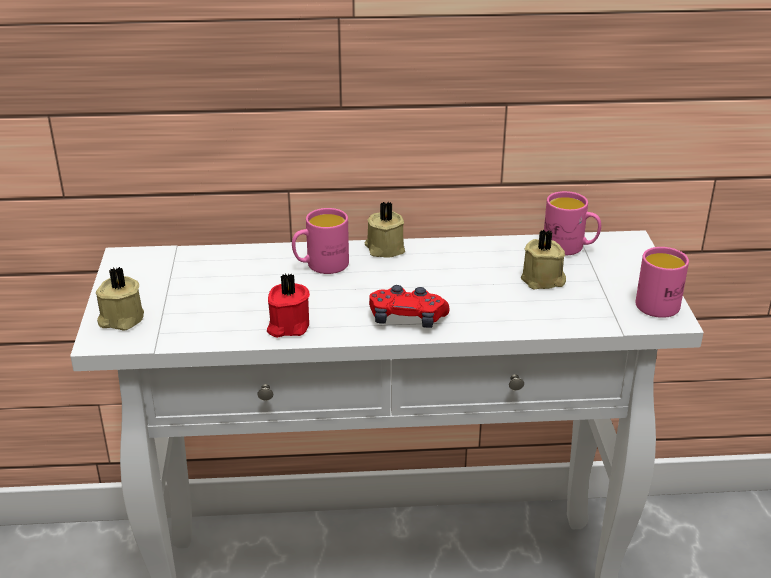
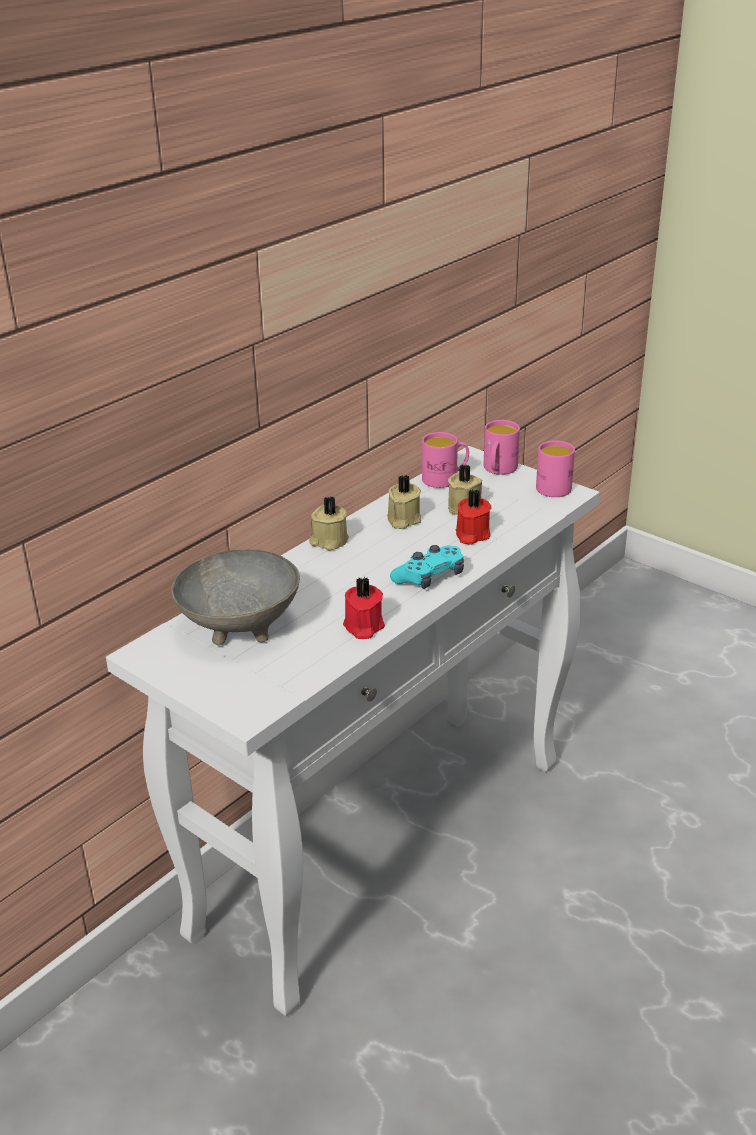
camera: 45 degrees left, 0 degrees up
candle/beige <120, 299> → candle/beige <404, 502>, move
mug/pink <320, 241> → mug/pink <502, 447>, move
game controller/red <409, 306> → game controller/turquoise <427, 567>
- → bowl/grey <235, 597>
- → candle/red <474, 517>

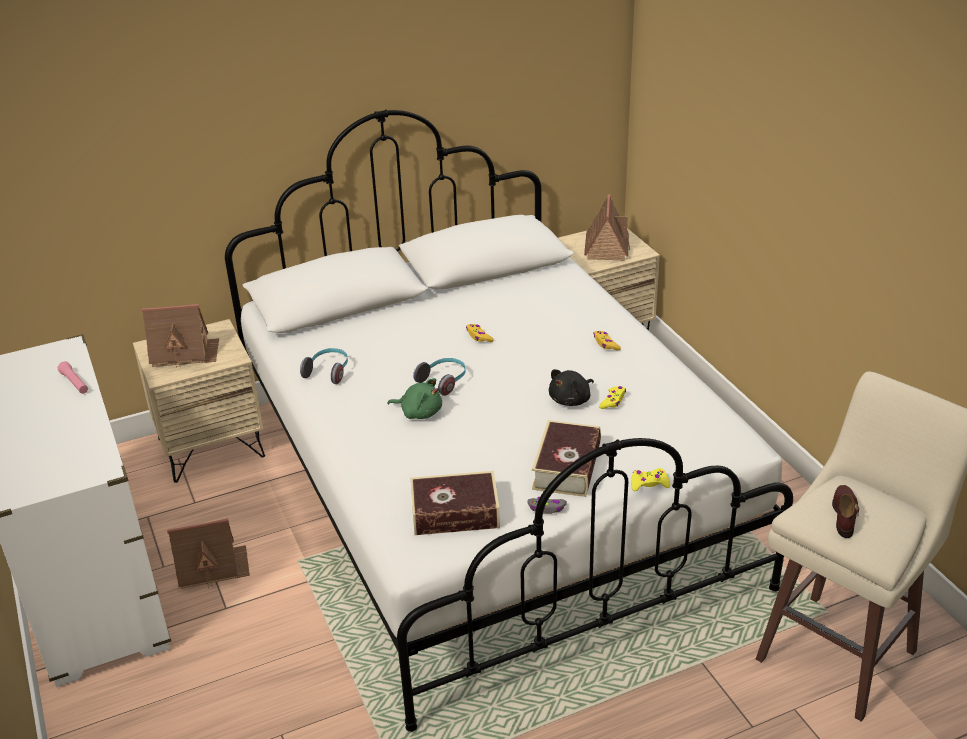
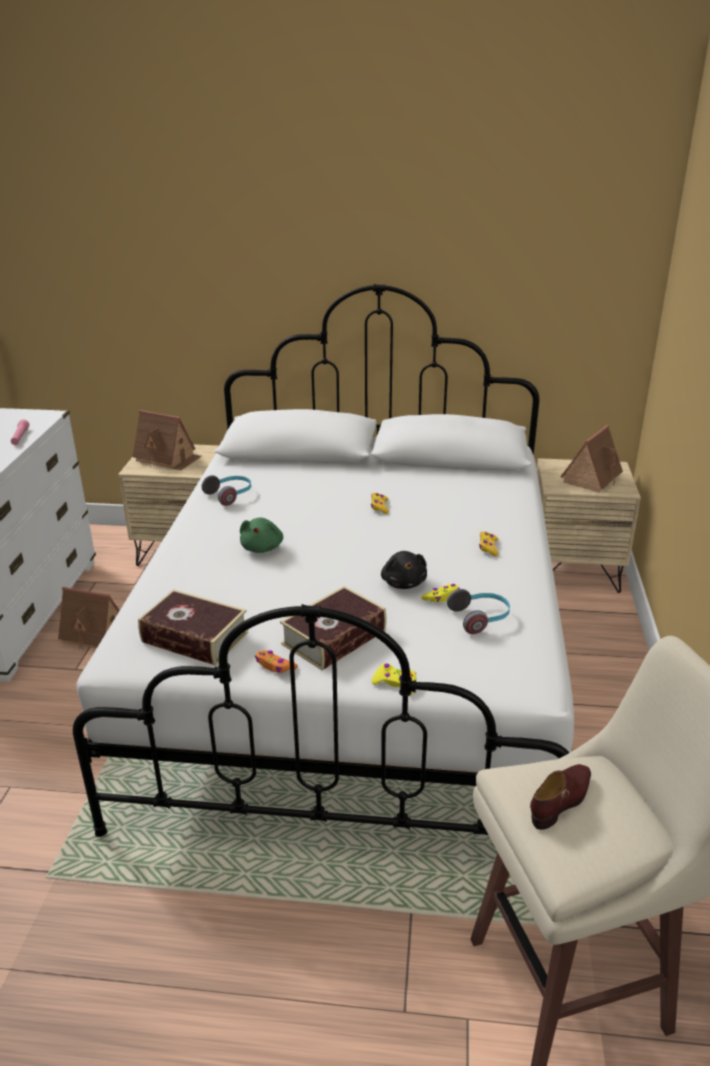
camera: 30 degrees right, 5 degrees down
plush toy/green <415, 398> → plush toy/green <261, 535>, 45 degrees clockwise
headphones <439, 377> → headphones <478, 611>, move
game controller/grey <547, 505> → game controller/orange <276, 661>
plush toy/black <571, 387> → plush toy/black <404, 570>, 90 degrees counterclockwise

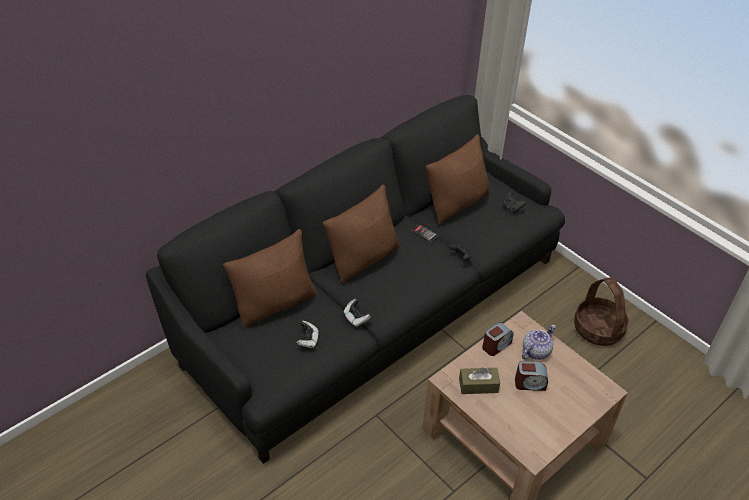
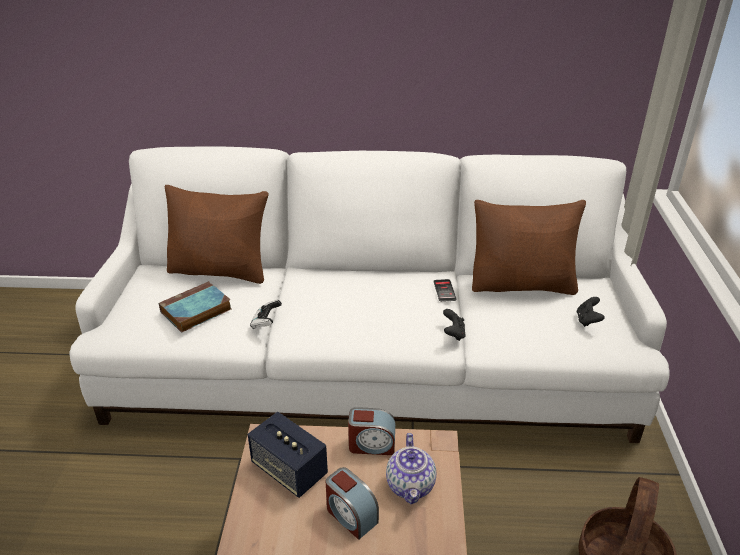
camera: 45 degrees right, 10 degrees down
sofa/black <355, 279> → sofa/white <369, 295>
game controller <307, 334> → book <195, 307>
pillow/brown <361, 234> → -
tissue box/brown <479, 380> → speaker <288, 455>
teapot <539, 342> → teapot <411, 468>, 90 degrees clockwise

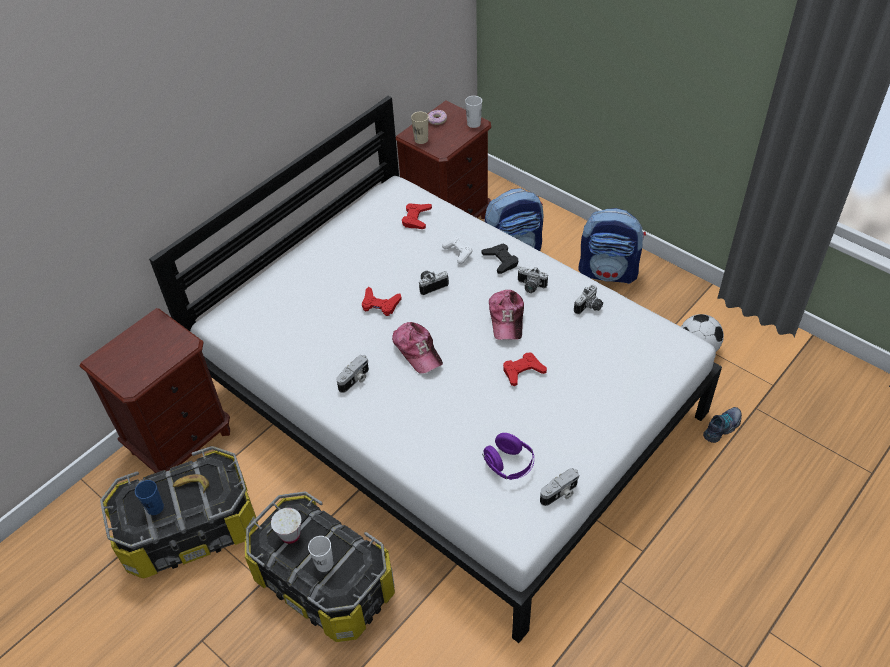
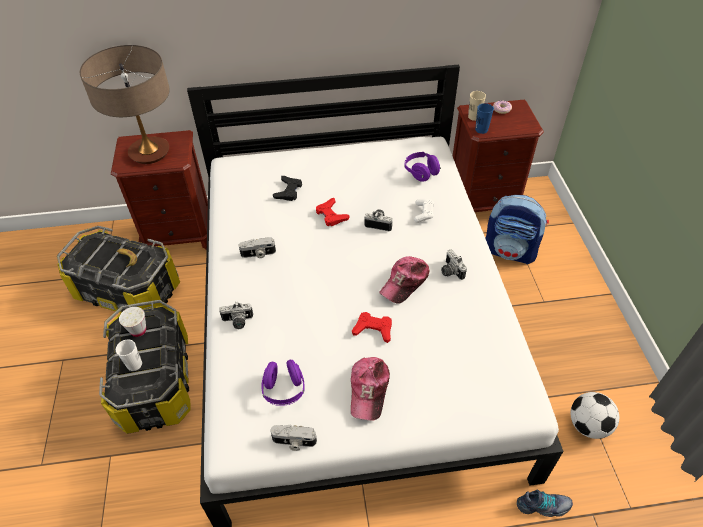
camera: 40 degrees right, 0 degrees up
cup/blue <149, 497> → cup/blue <484, 118>, move
cap <417, 348> → cap <370, 388>, move
game controller/red <417, 216> → headphones/purple <422, 167>
cup/white <473, 112> → -
game controller/black <499, 259> → game controller/black <287, 188>, move
photo camera <588, 299> → photo camera <236, 315>, move
backpack <612, 246> → -
- → table lamp <125, 104>

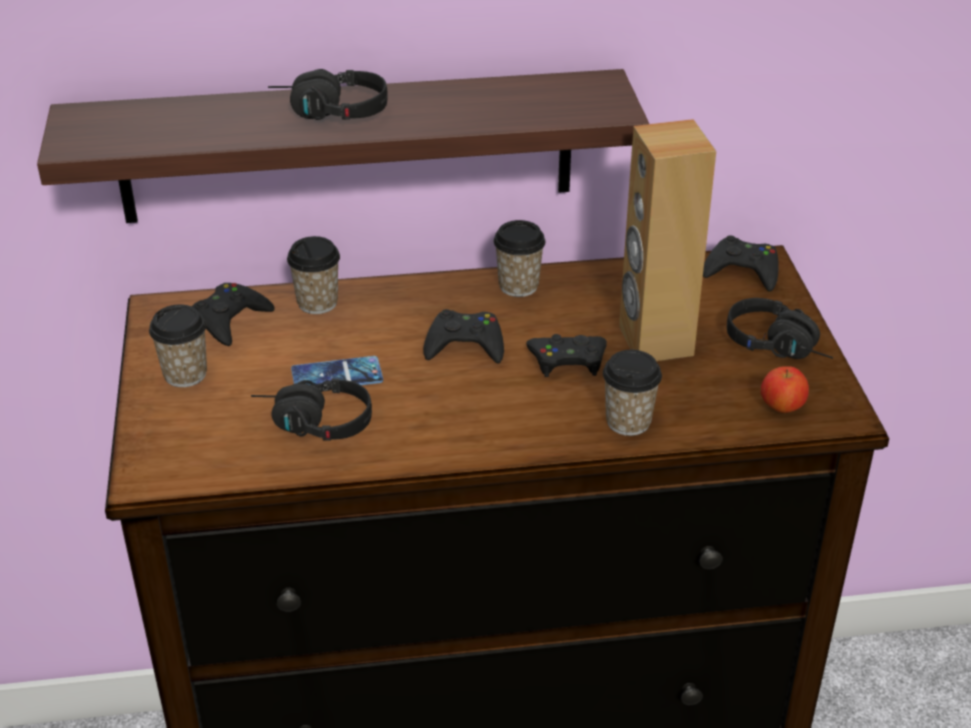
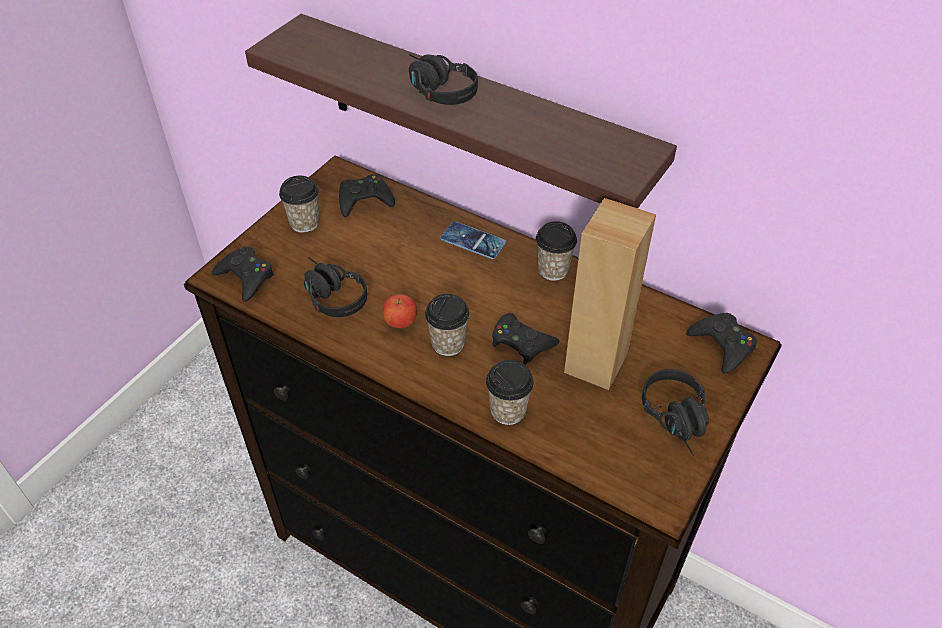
camera: 40 degrees right, 10 degrees up
cup <313, 275> → cup <447, 325>, move
phone <337, 370> → phone <473, 240>, move
game controller/black <463, 336> → game controller/black <243, 274>, move
apple <785, 389> → apple <400, 311>, move

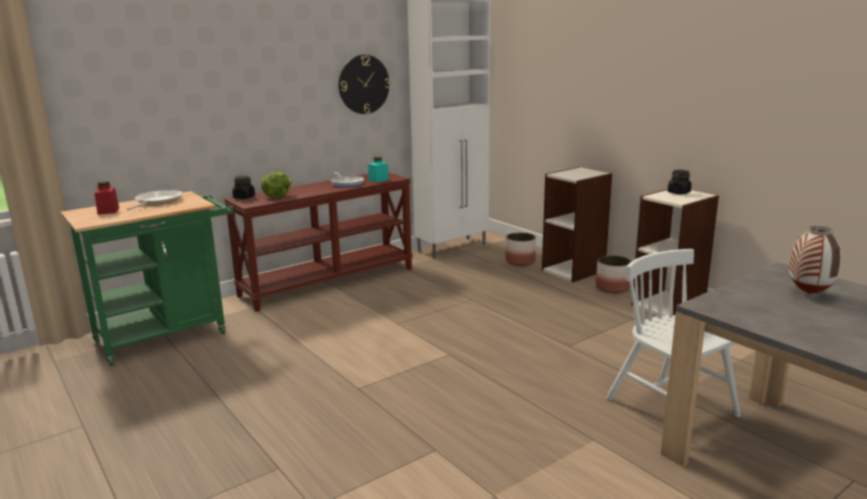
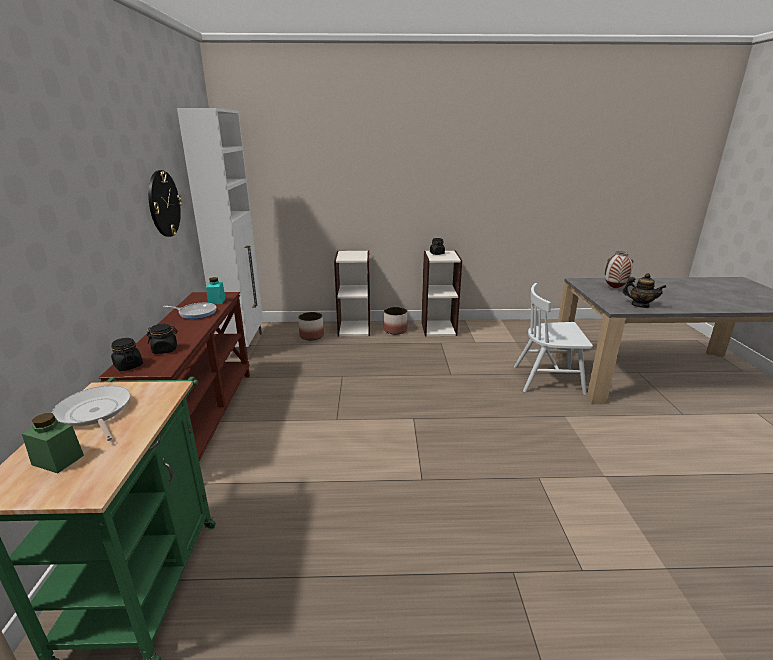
camera: 55 degrees left, 5 degrees up
jar/red <107, 198> → jar/green <53, 443>
lettuce <276, 184> → jar/black <162, 339>
- → teapot <644, 290>

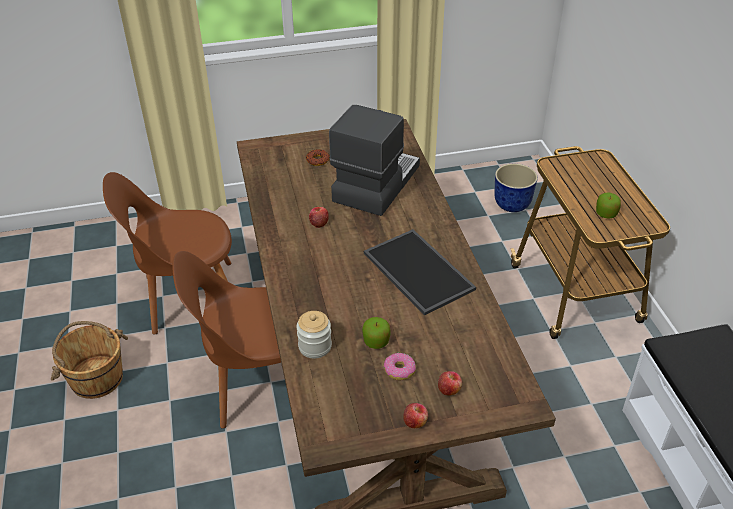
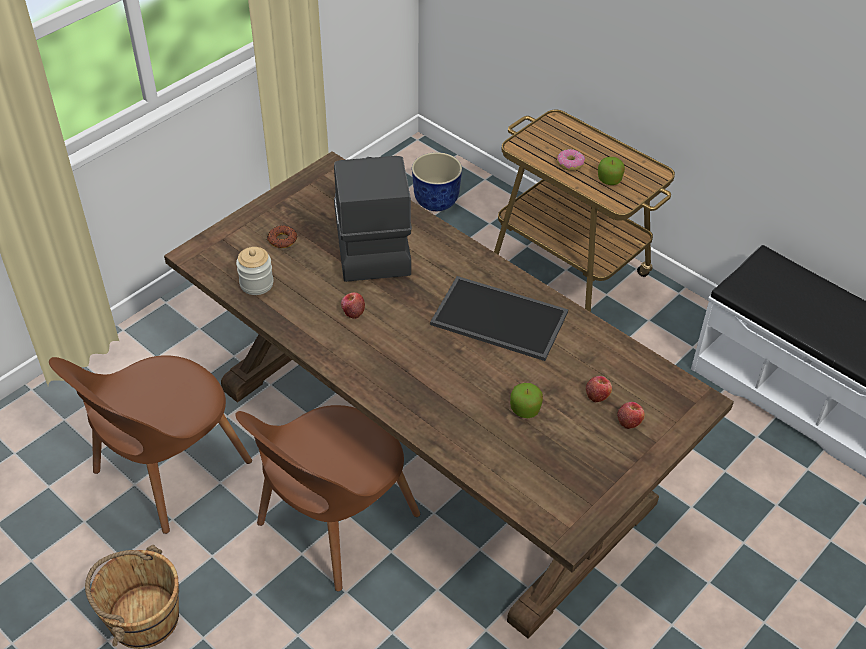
camera: 35 degrees left, 5 degrees up
jar <314, 335> → jar <255, 271>, move
donut <399, 366> → donut <571, 160>, move
apple <415, 415> → apple <599, 389>, move

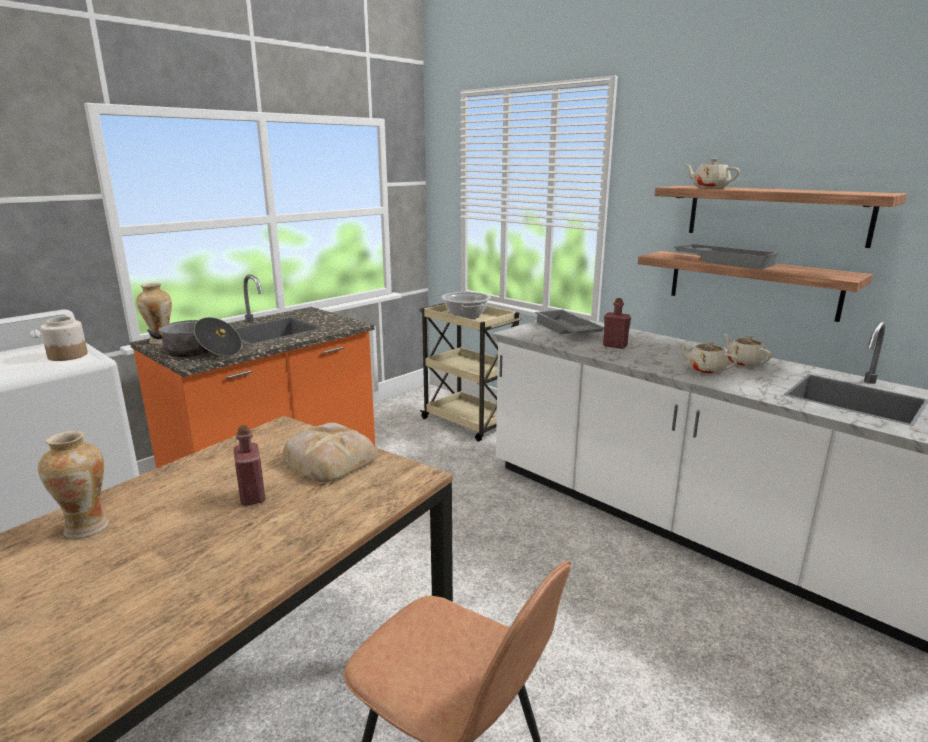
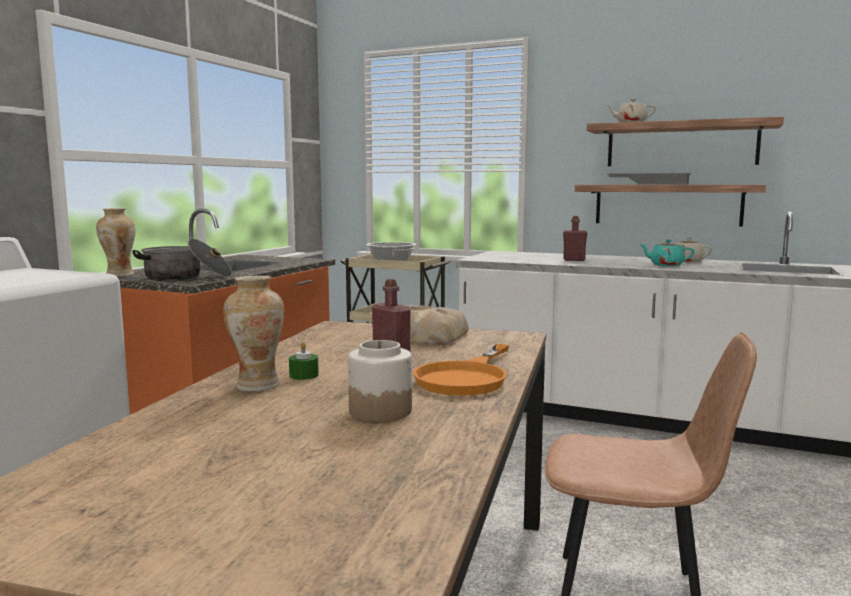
camera: 20 degrees left, 10 degrees down
jar <64, 339> → jar <380, 381>, move
tray/grey <569, 321> → -
teapot/beige <708, 357> → teapot/turquoise <666, 252>
- → candle/green <304, 361>
- → frying pan/orange <461, 370>

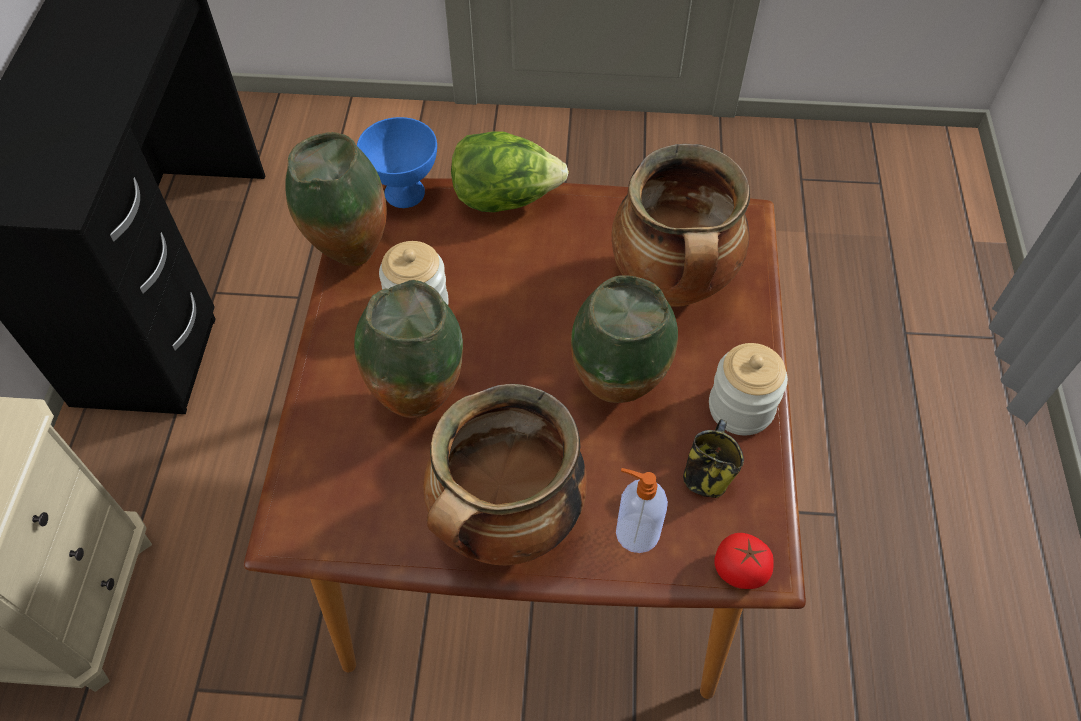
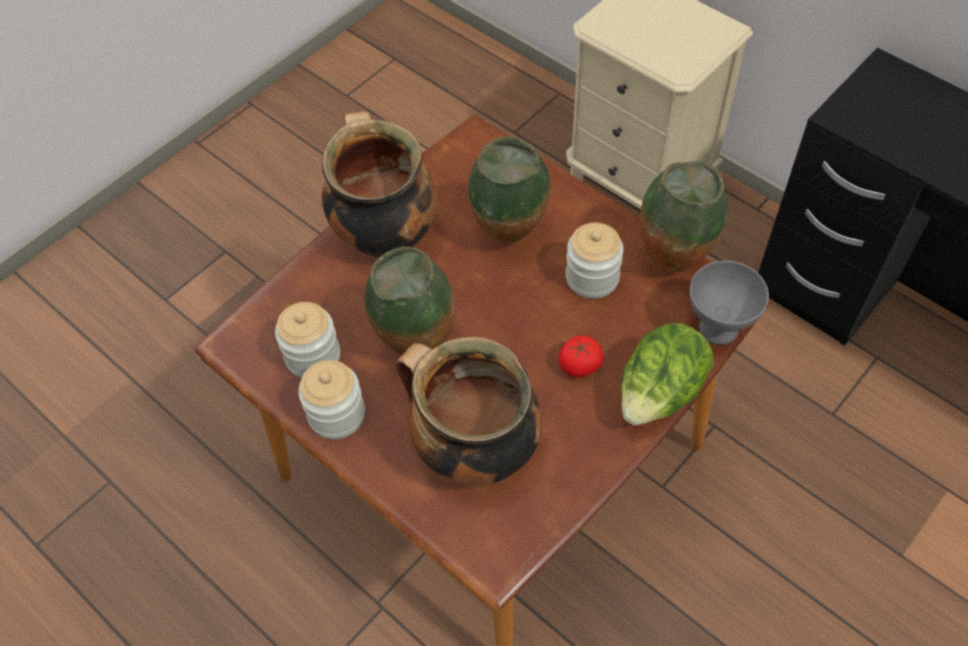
camera: 130 degrees right, 0 degrees up
bowl/blue <397, 162> → bowl/grey <729, 303>
soap dispenser <642, 510> → -
mug <713, 459> → jar <307, 340>
tomato <744, 561> → tomato <580, 356>, move

